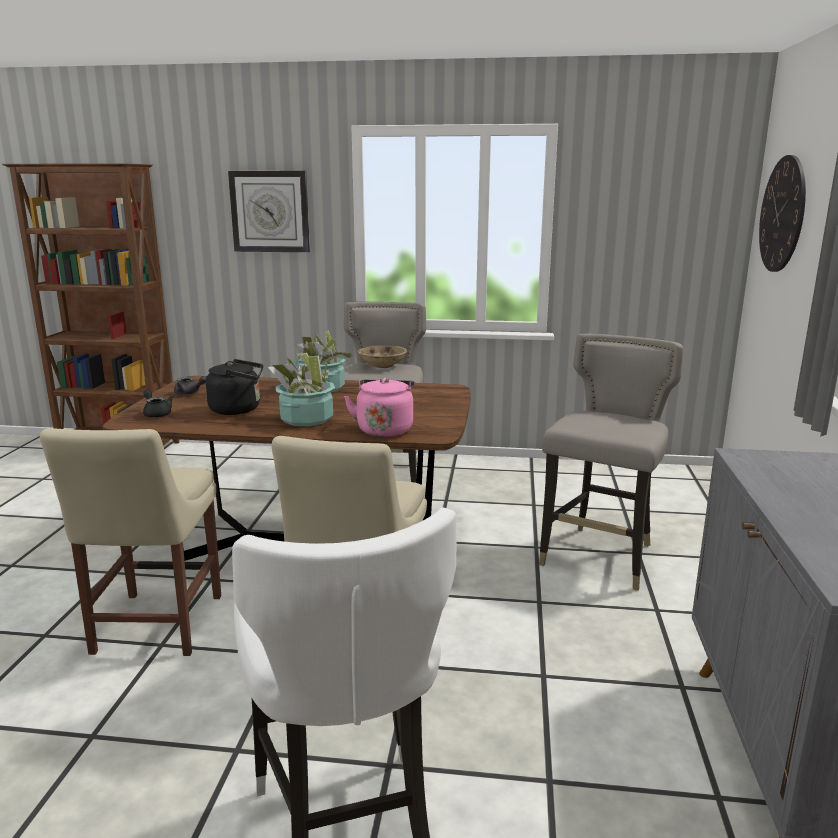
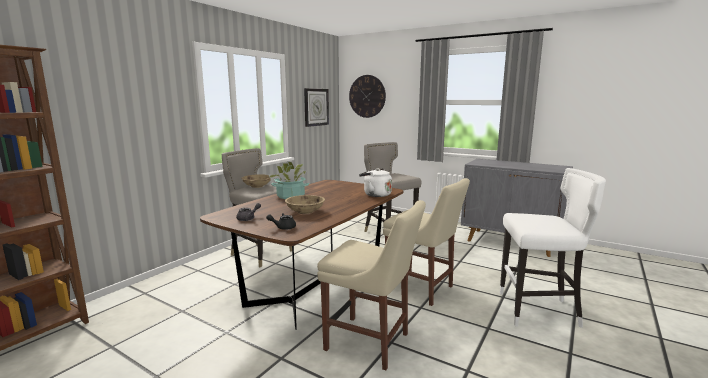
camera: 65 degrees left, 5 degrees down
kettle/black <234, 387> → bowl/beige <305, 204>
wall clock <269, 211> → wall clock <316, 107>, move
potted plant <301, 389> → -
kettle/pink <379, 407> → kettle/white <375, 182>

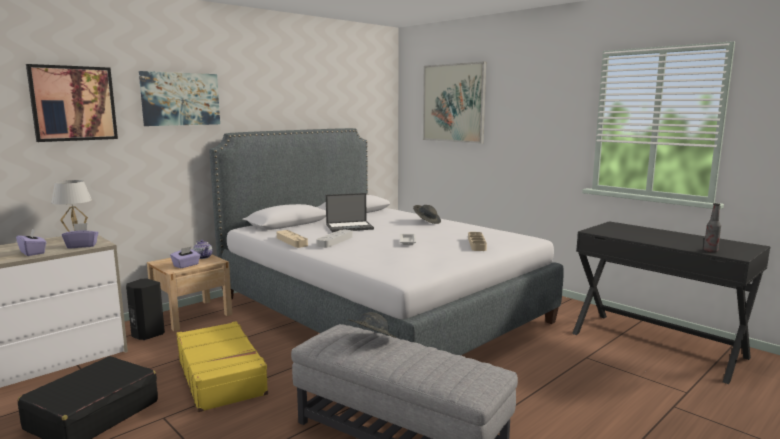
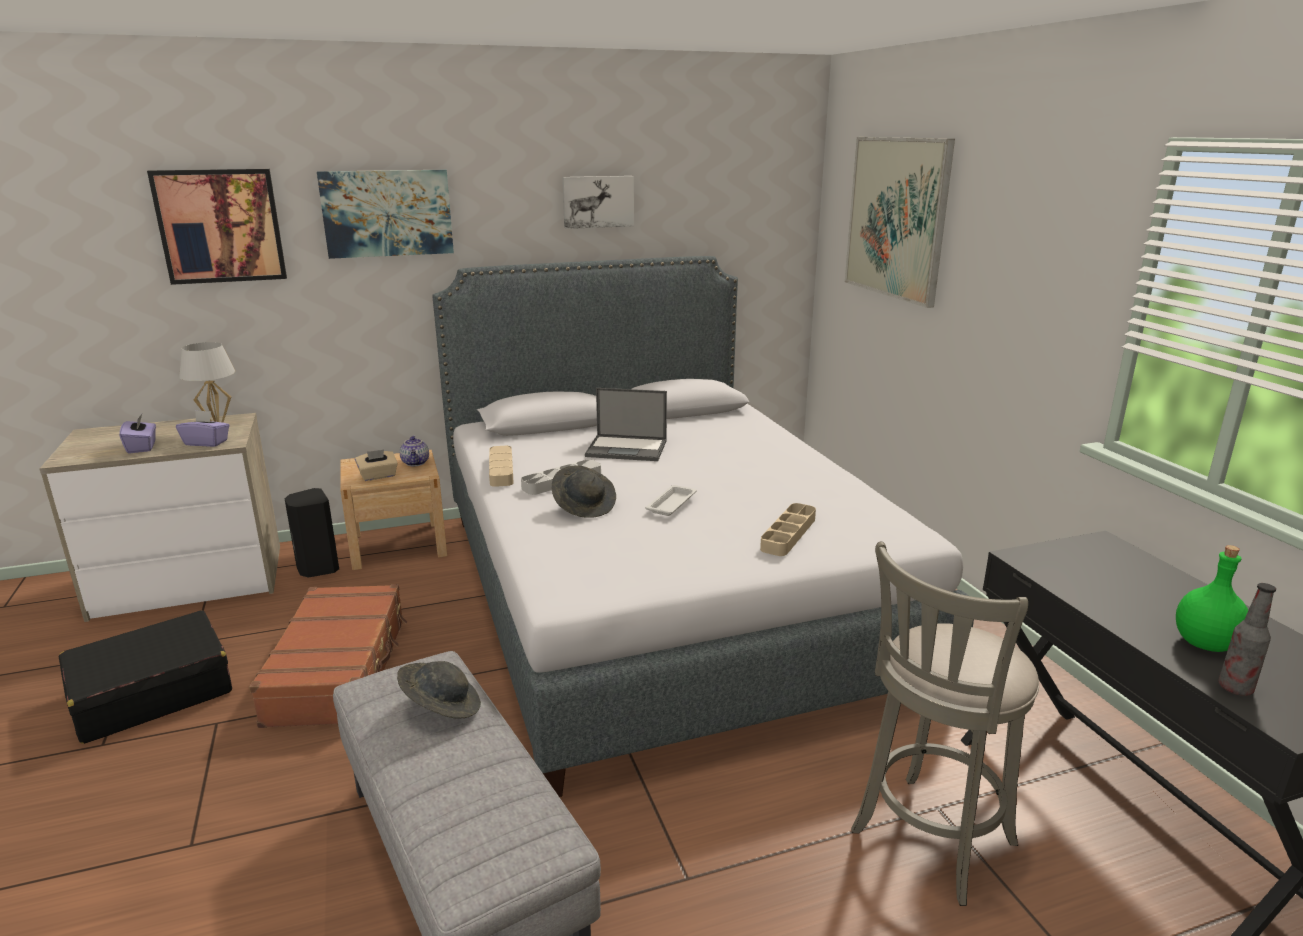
camera: 25 degrees right, 10 degrees up
tissue box/purple <185, 257> → tissue box/beige <376, 465>
suitcase/yellow <223, 367> → suitcase/brown <328, 656>
hat/grey <427, 214> → hat/grey <583, 491>, move
- → picture <598, 202>
- → stool/grey <945, 724>
- → bottle/green <1212, 598>

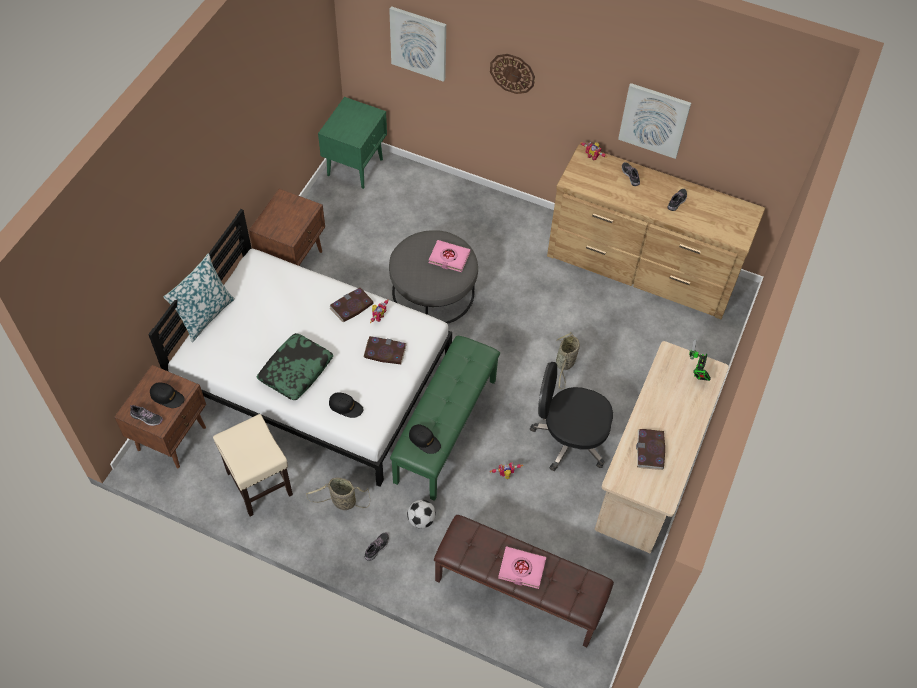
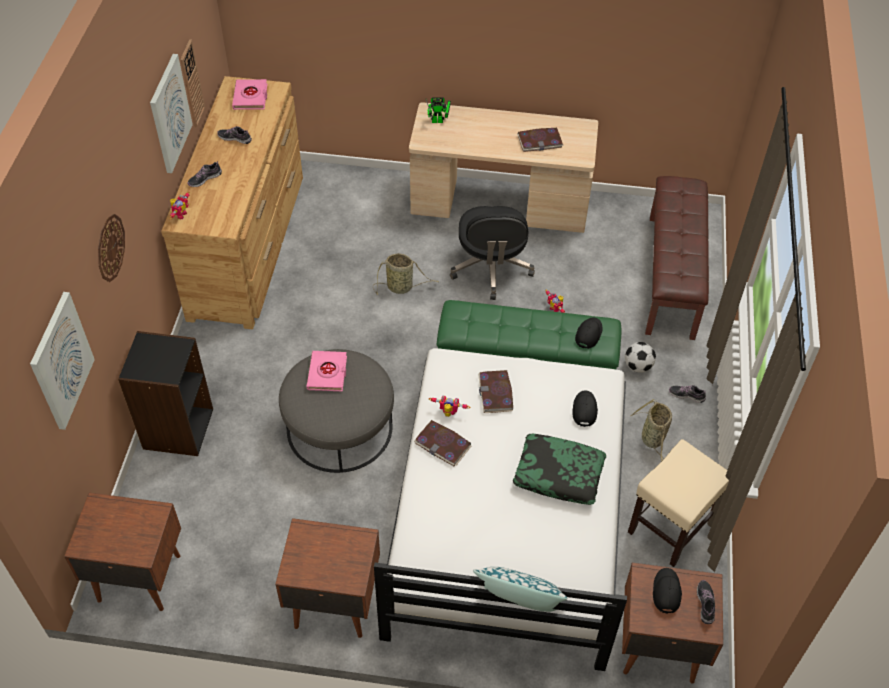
camera: 105 degrees left, 5 degrees down
nightstand/green <352, 143> → nightstand/brown <122, 552>
book/pink <522, 567> → book/pink <249, 94>, move
- → bookcase/black <165, 393>
- → wall clock <192, 83>

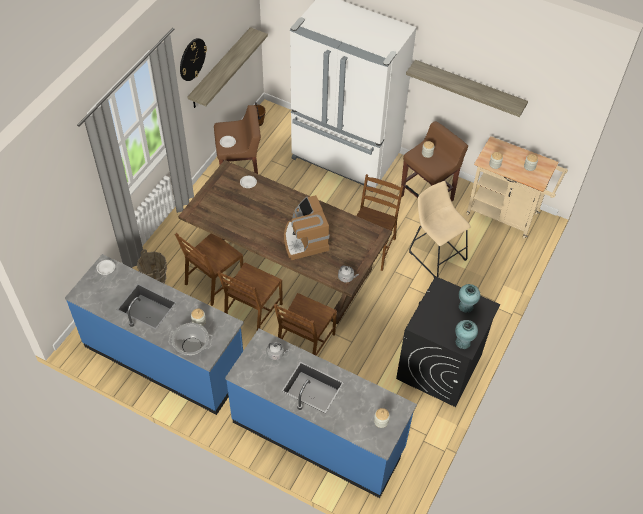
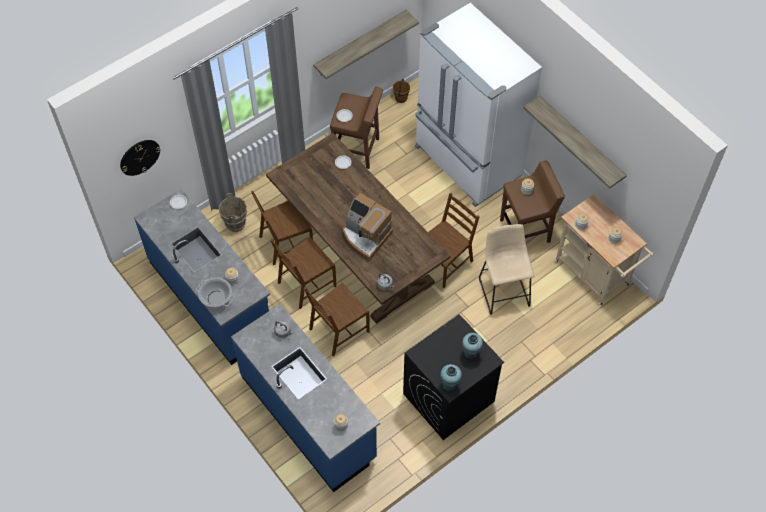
camera: 25 degrees right, 5 degrees up
wall clock <193, 59> → wall clock <140, 158>, move
coffee machine <306, 227> → coffee machine <367, 226>, 60 degrees counterclockwise

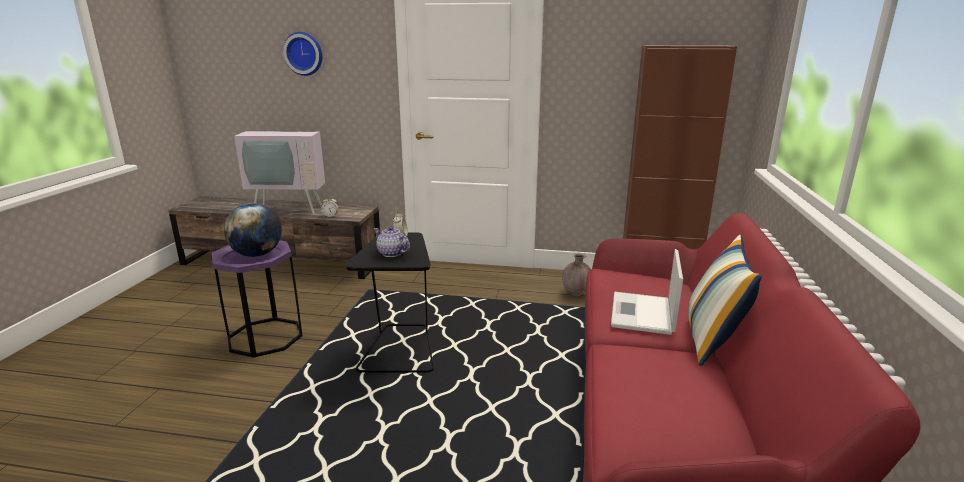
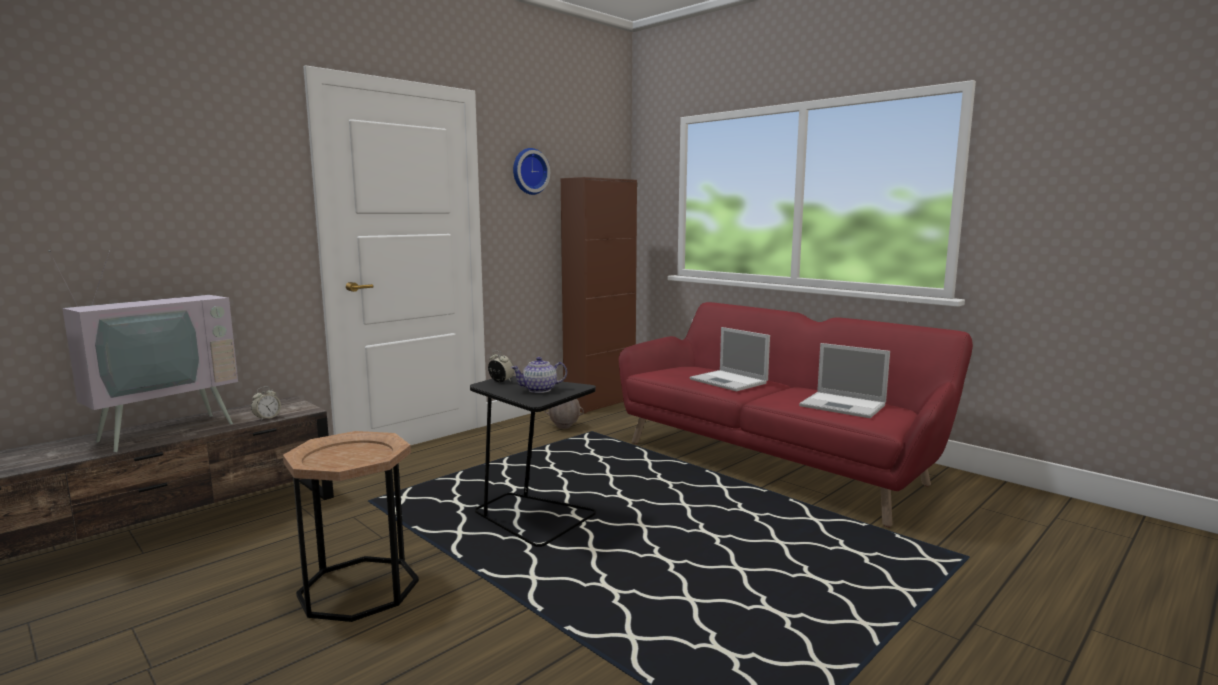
camera: 55 degrees left, 10 degrees down
side table/purple <257, 299> → side table/brown <351, 526>
globe <253, 230> → -
wall clock <303, 54> → wall clock <531, 171>, move
pillow <725, 300> → -
- → laptop <844, 380>

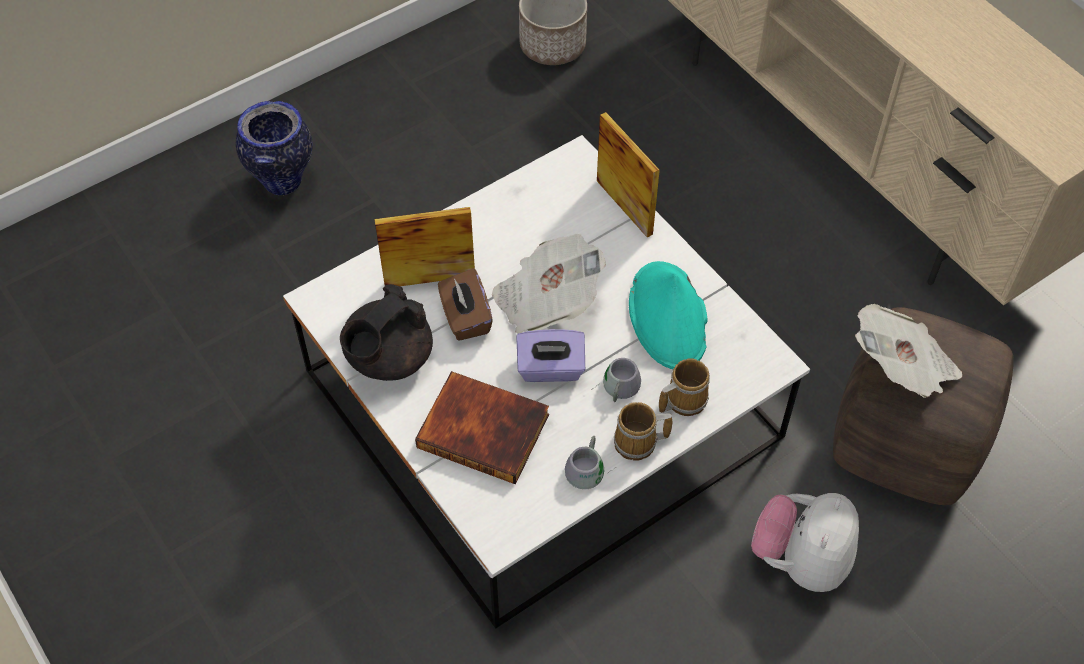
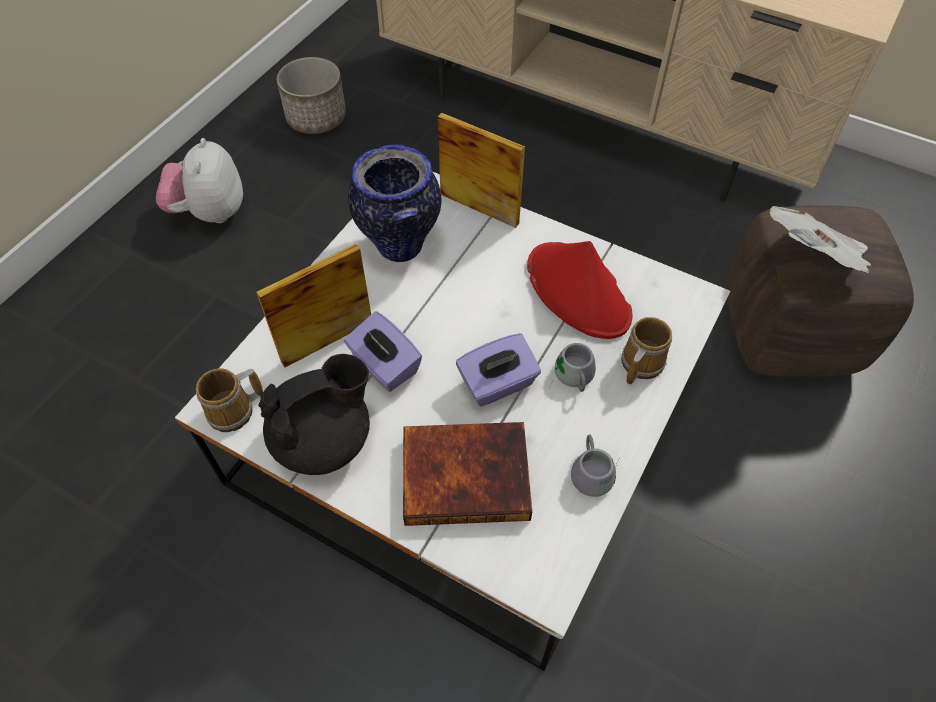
camera: 25 degrees left, 0 degrees up
vase <274, 148> → vase <395, 203>, move
teapot/black <386, 332> → teapot/black <314, 414>, 135 degrees counterclockwise
tissue box/brown <465, 304> → tissue box/purple <383, 351>
newspaper <549, 284> → -
mug <643, 431> → mug <229, 400>, move
hat/turquoise <668, 315> → hat/red <579, 290>
plush toy <805, 542> → plush toy <199, 180>, move

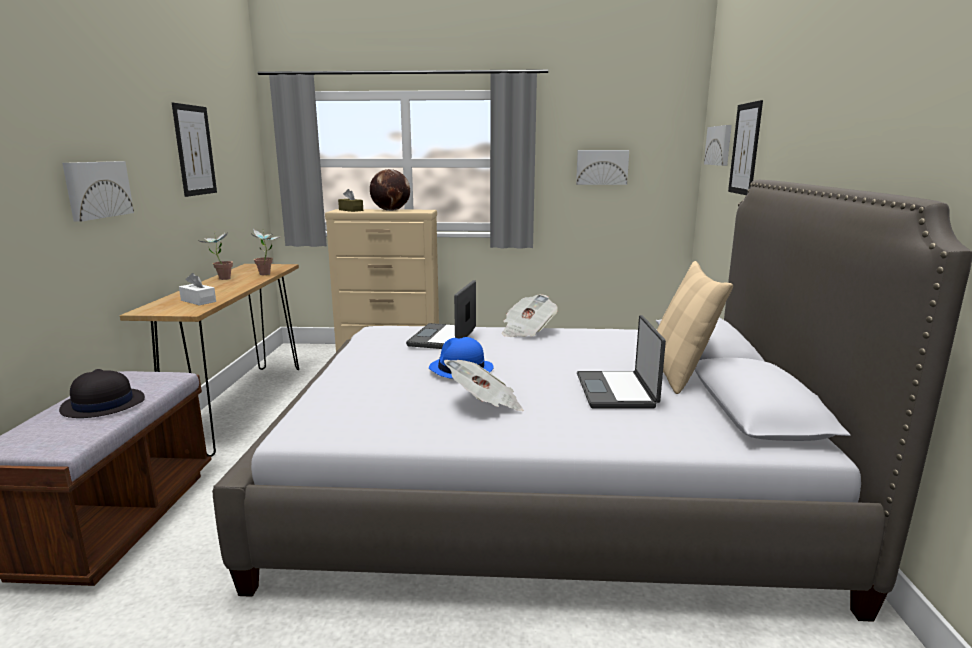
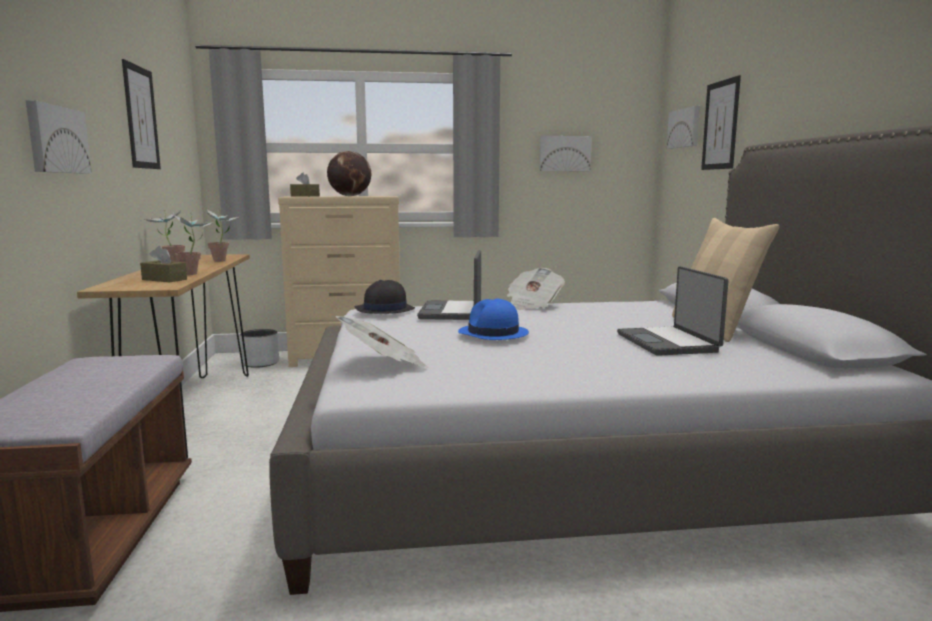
camera: 10 degrees left, 5 degrees down
hat/black <102, 393> → hat/black <385, 297>, move
tissue box/white <197, 289> → tissue box/brown <163, 264>
newspaper <484, 385> → newspaper <382, 342>, move
- → potted plant <192, 243>
- → planter/grey <259, 348>

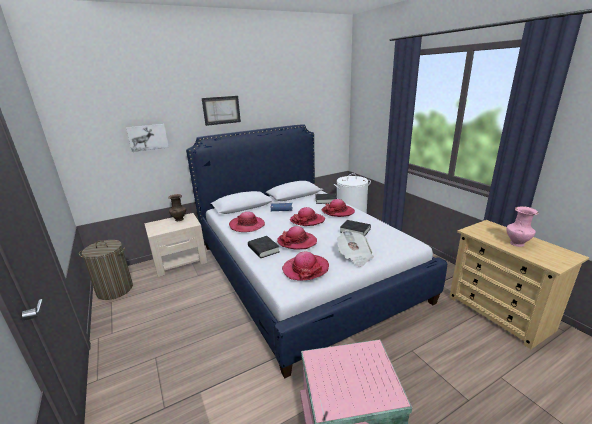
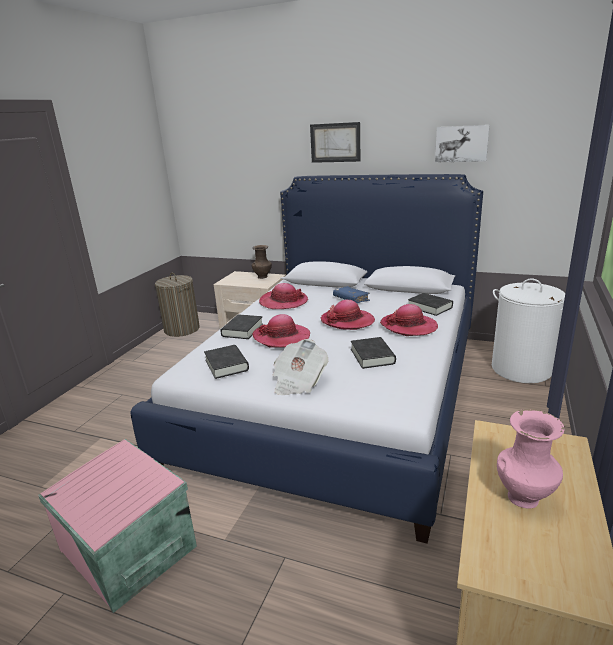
camera: 50 degrees right, 0 degrees up
picture <147, 138> → picture <462, 144>, move
hat <305, 266> → book/black <226, 362>

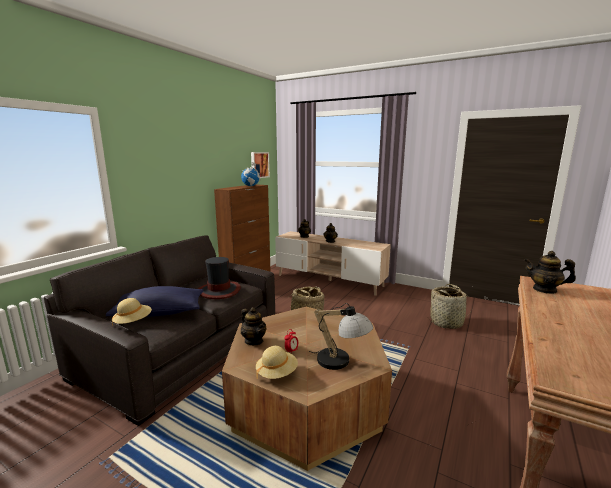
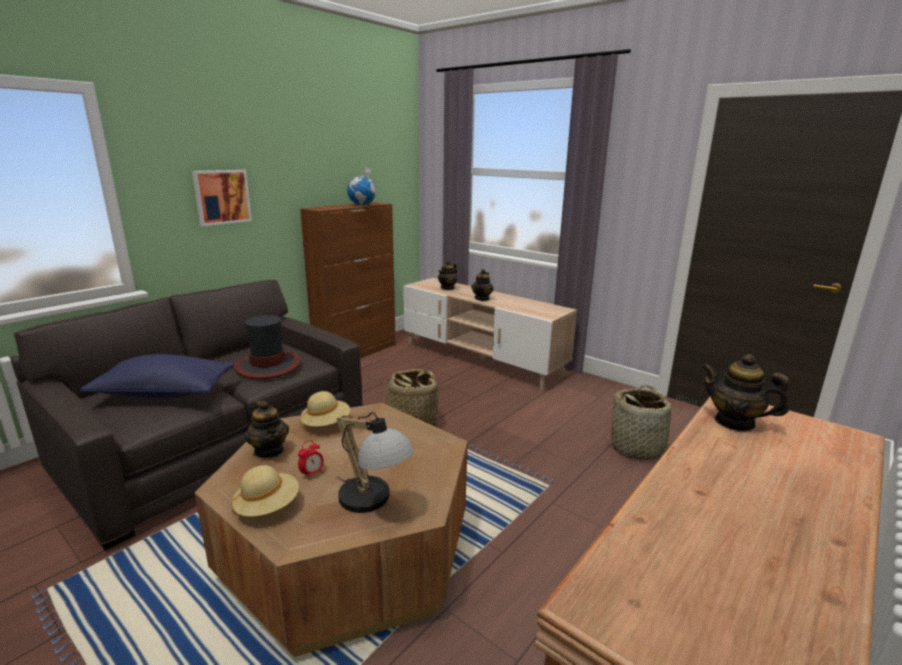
camera: 10 degrees right, 5 degrees up
hat/beige <132, 312> → hat/beige <325, 409>, move
picture <260, 165> → picture <222, 198>, move

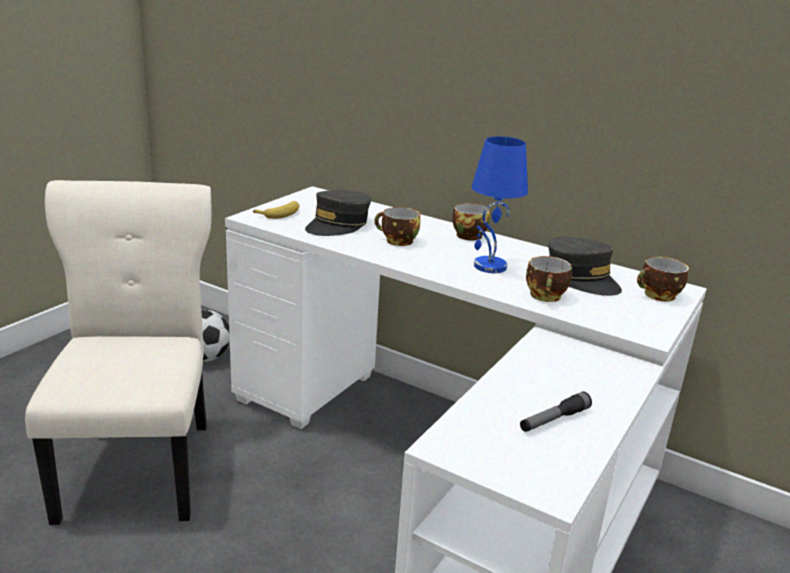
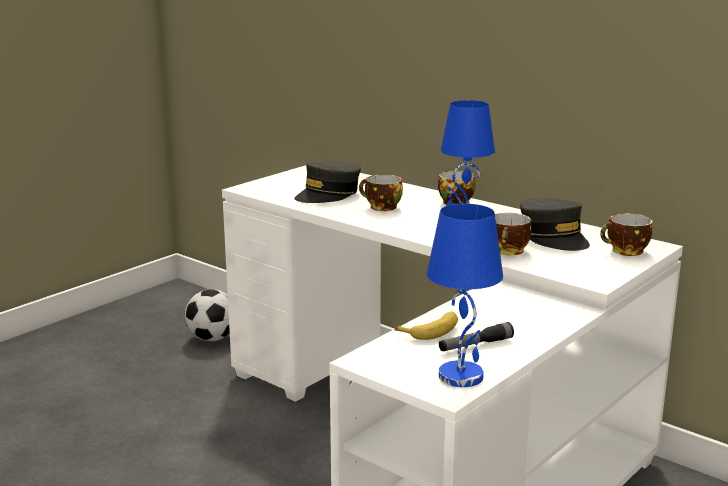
camera: 10 degrees right, 5 degrees down
chair/beige <118, 352> → -
banana <276, 210> → banana <426, 326>, move
- → table lamp/blue <465, 295>

